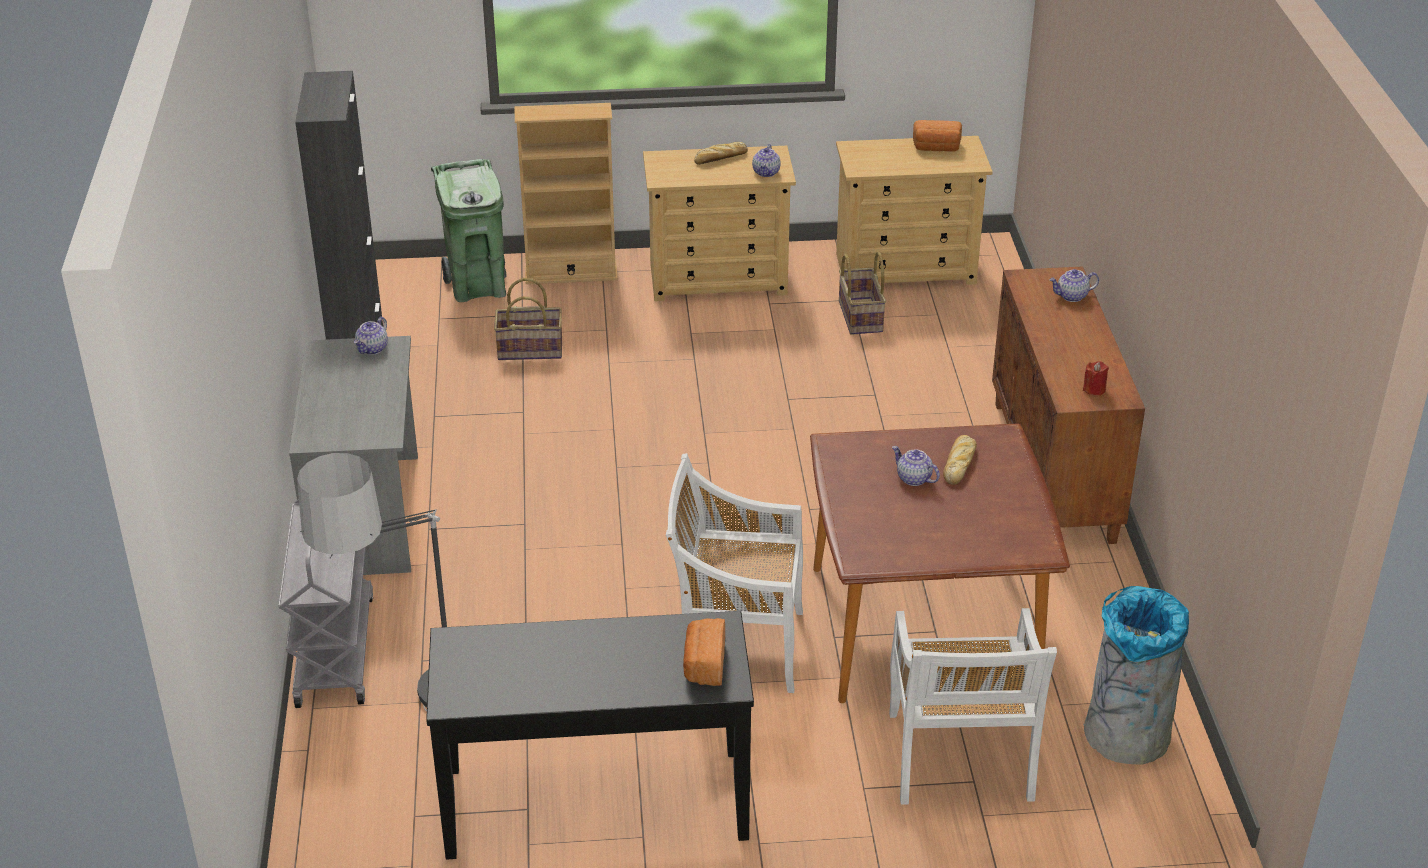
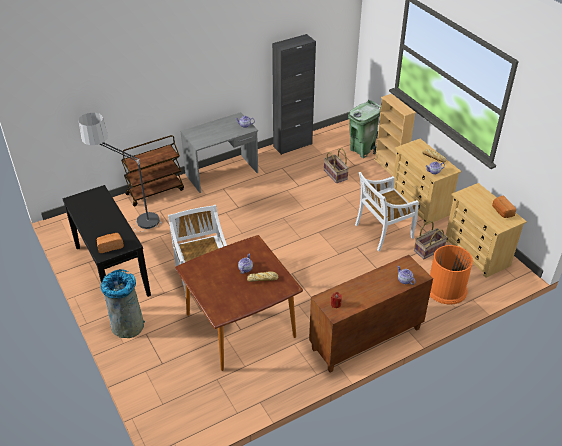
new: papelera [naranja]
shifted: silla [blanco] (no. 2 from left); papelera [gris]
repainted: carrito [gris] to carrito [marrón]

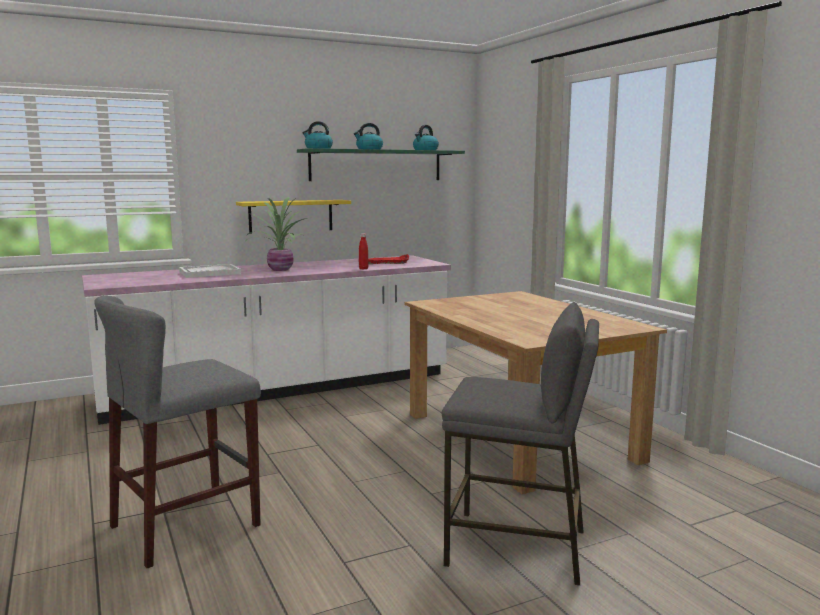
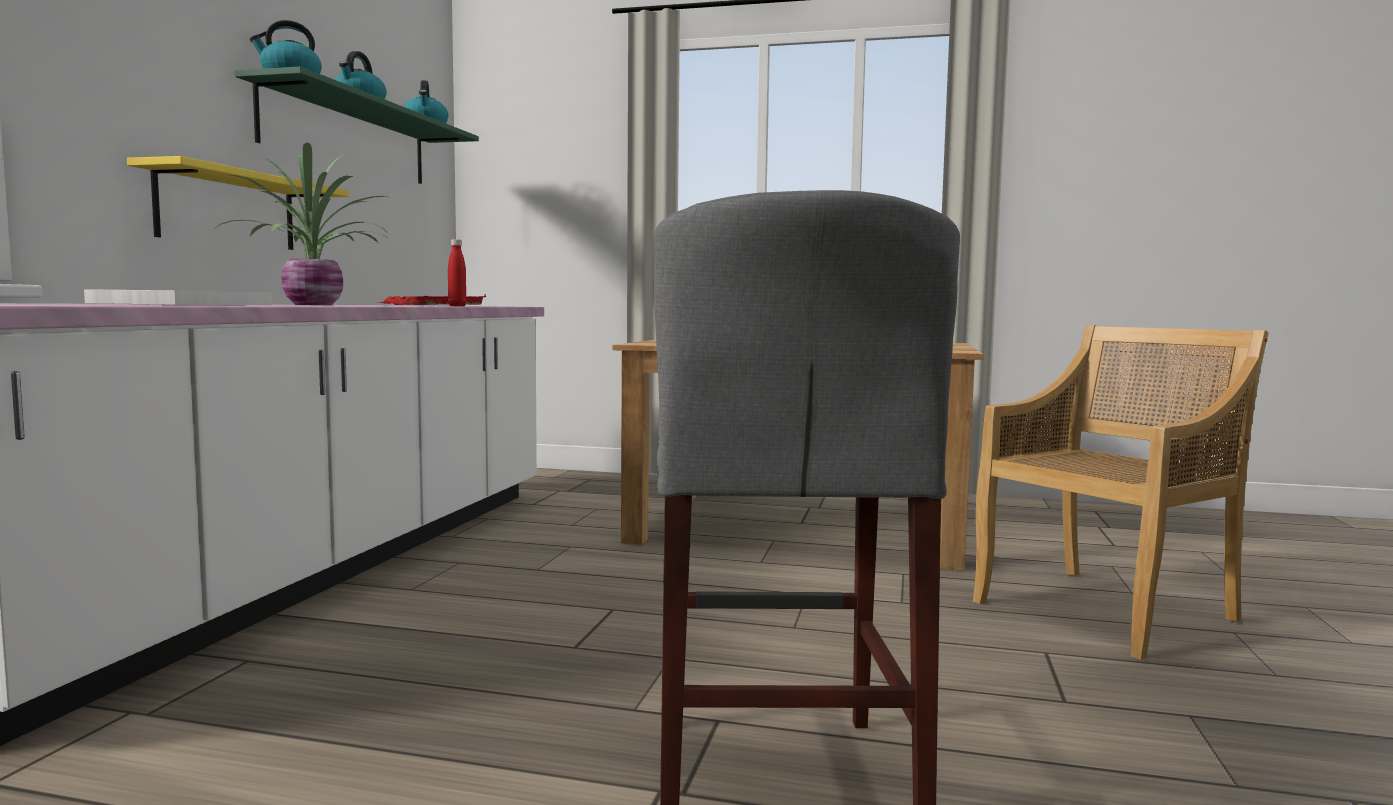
swapped: taburete [gris] (no. 2 from left) to silla [beis]

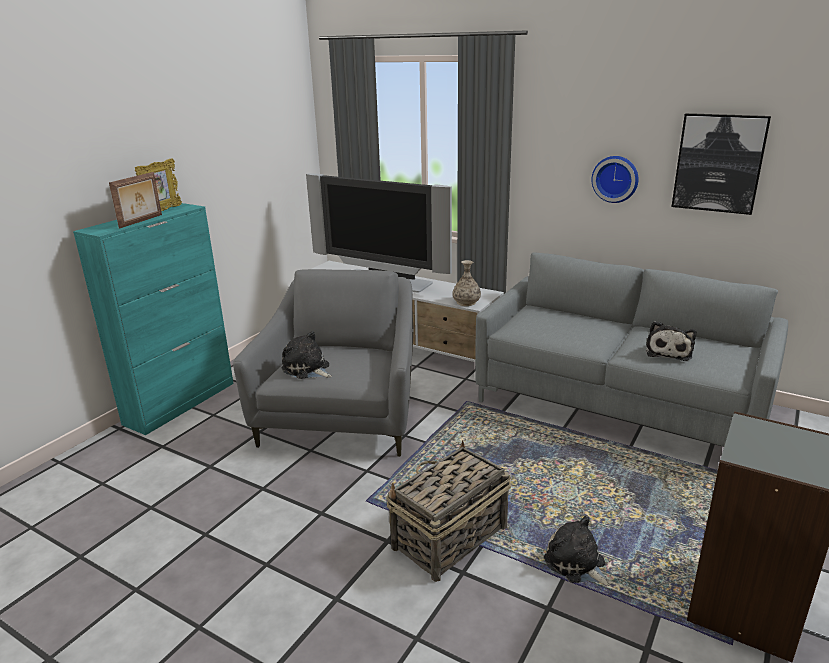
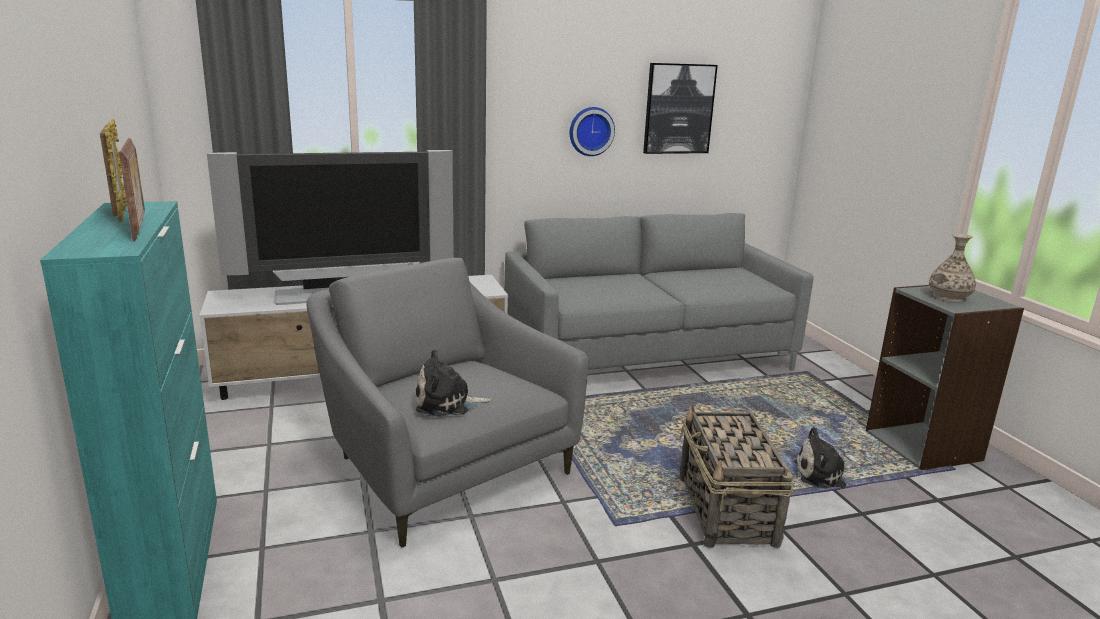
gone: peluche (no. 3 from left)
shifted: florero

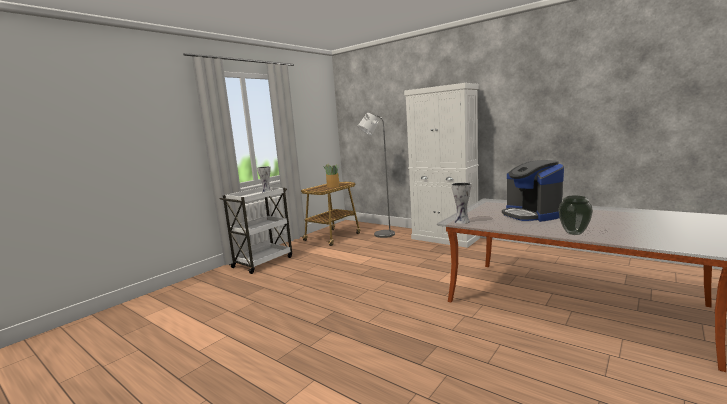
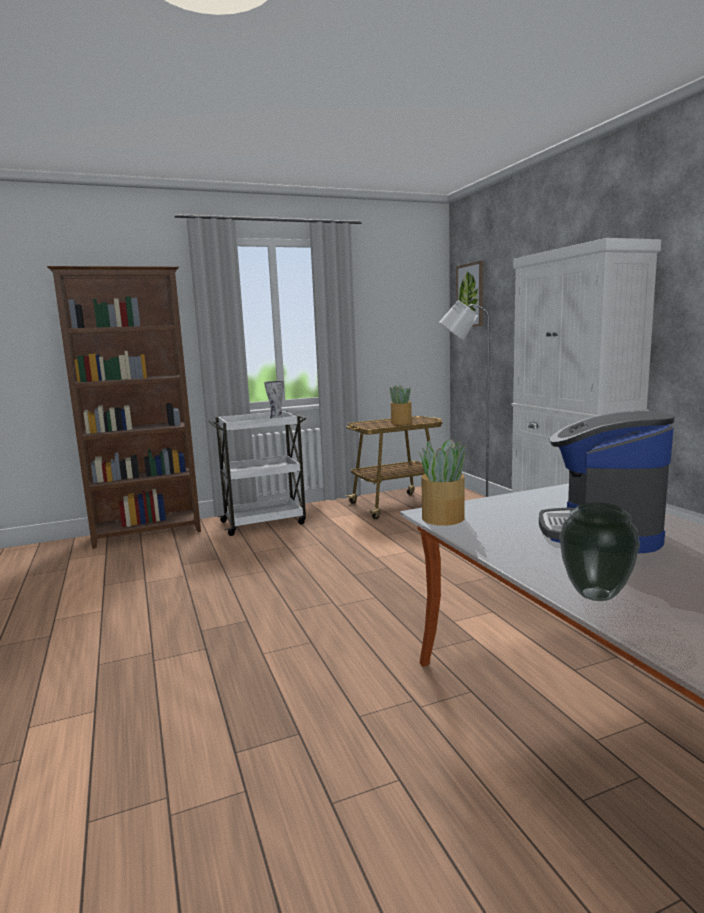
new: estantería [marrón]; cuadro
swapped: florero (no. 2 from left) to planta en maceta (no. 2 from left)

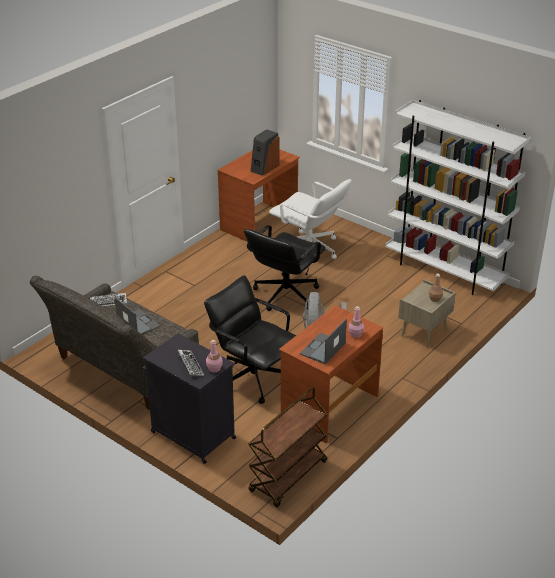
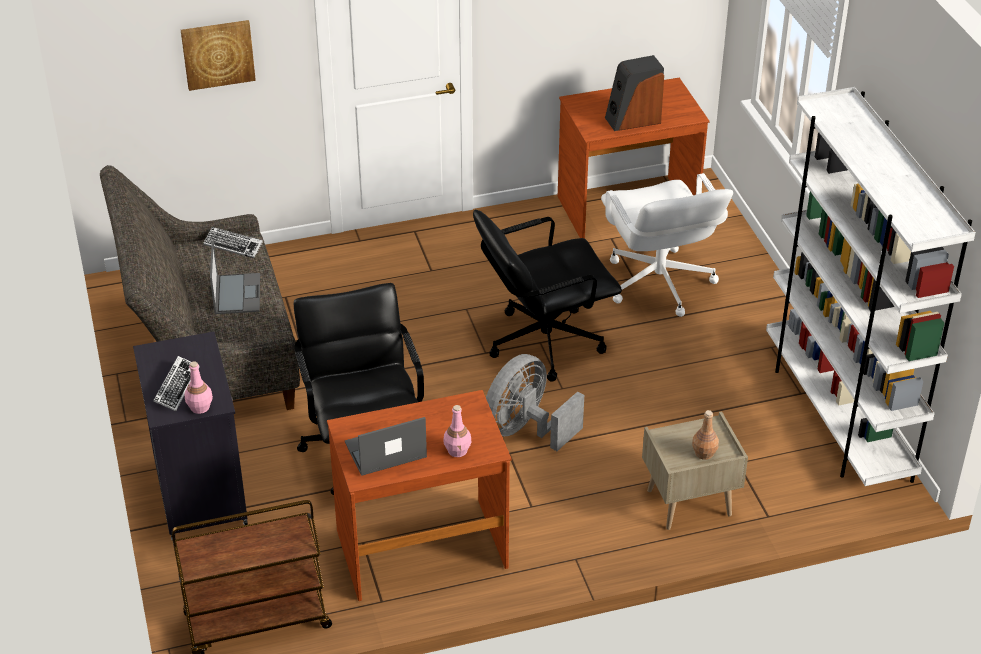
new: cuadro

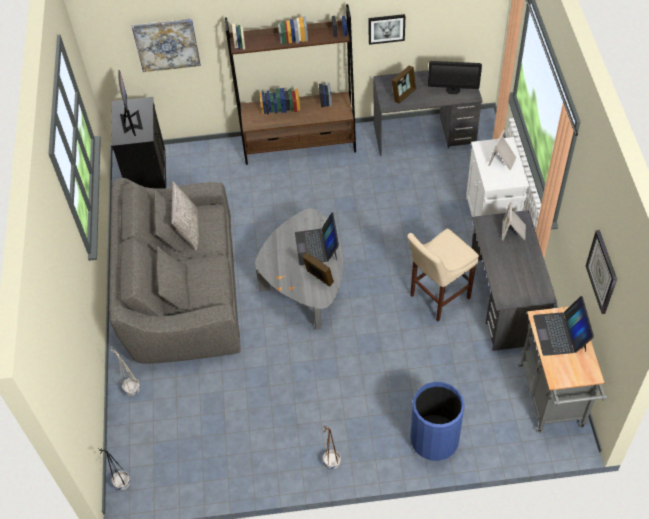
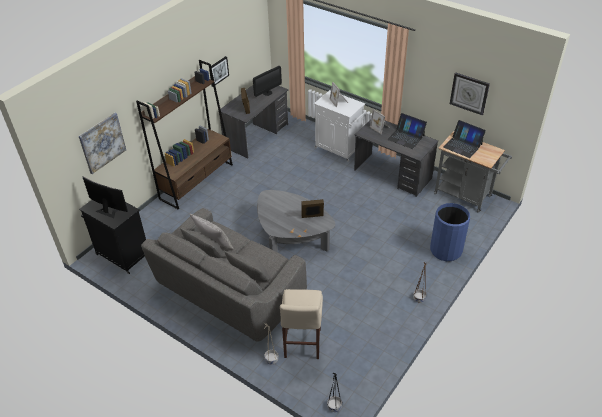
shifted: portátil (no. 1 from left); taburete [beis]

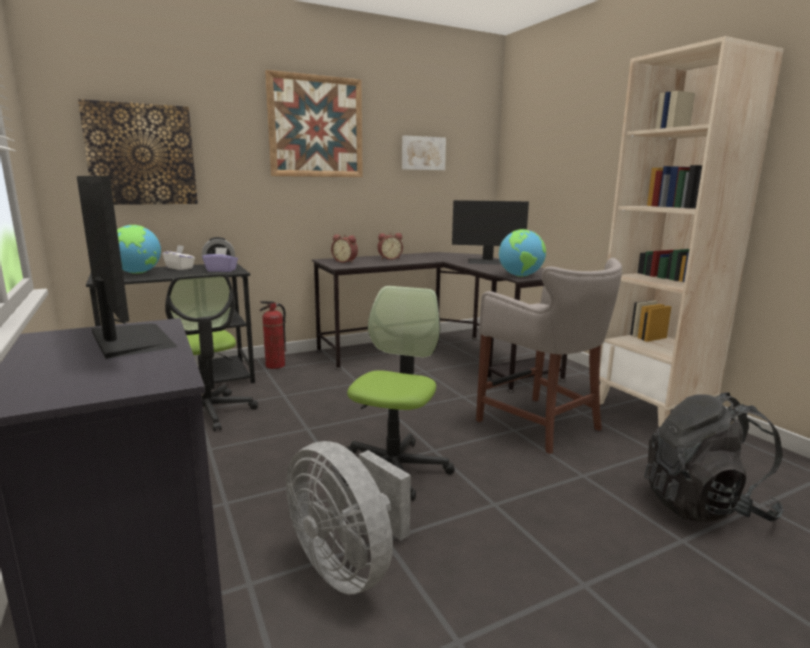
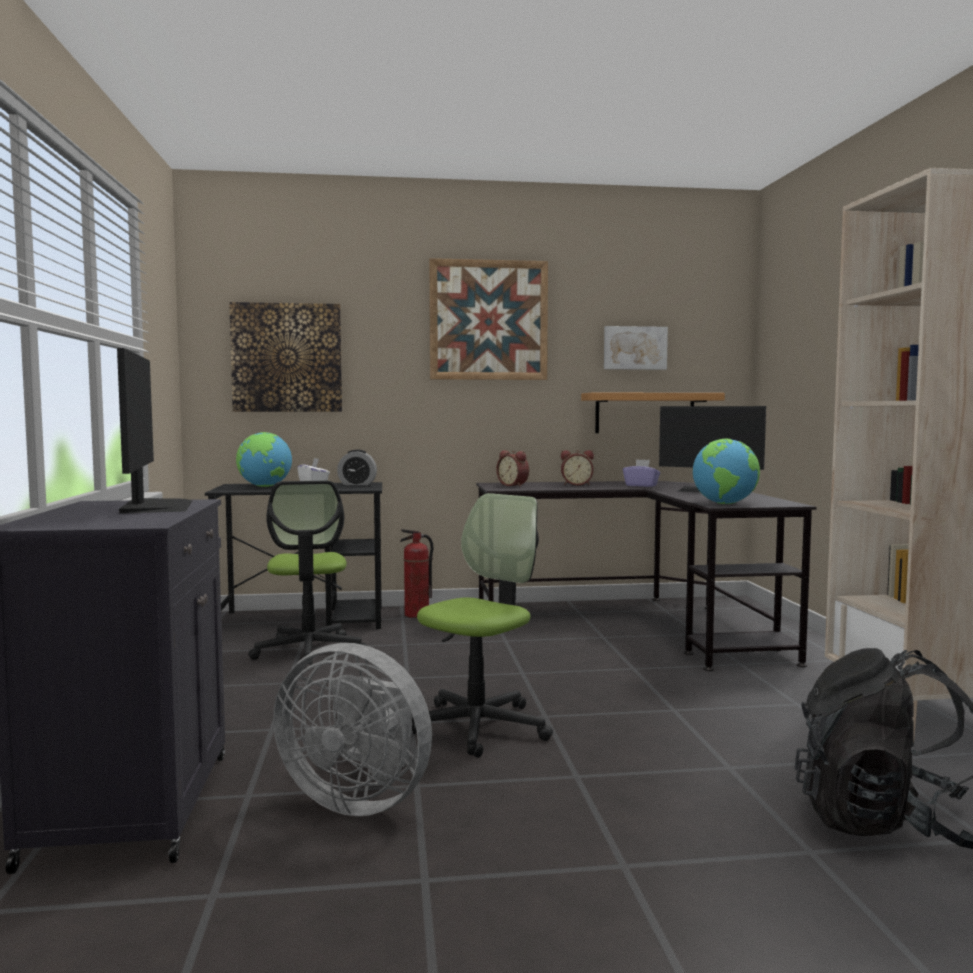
gone: taburete [gris]
new: estante
shifted: caja de pañuelos [morado]
rotated: ventilador [gris] 45 degrees counterclockwise

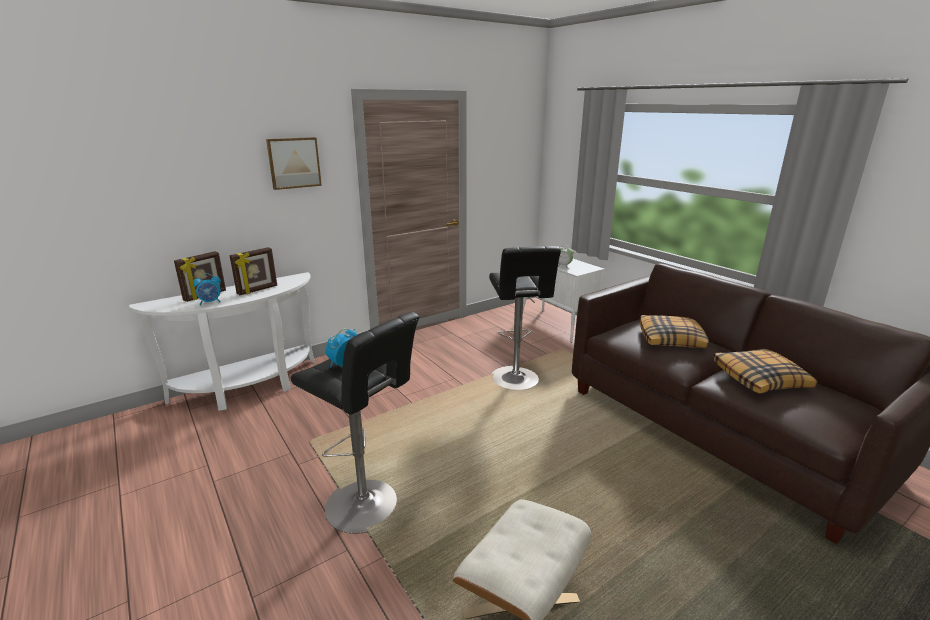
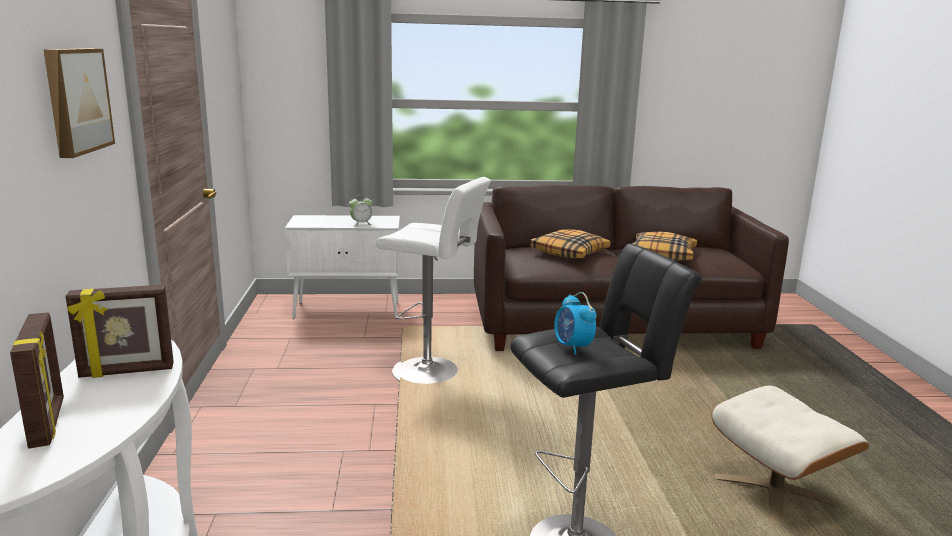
gone: despertador (no. 1 from left)
repainted: taburete [negro] (no. 2 from left) to taburete [blanco]
rotated: portarretratos (no. 2 from left) 90 degrees clockwise

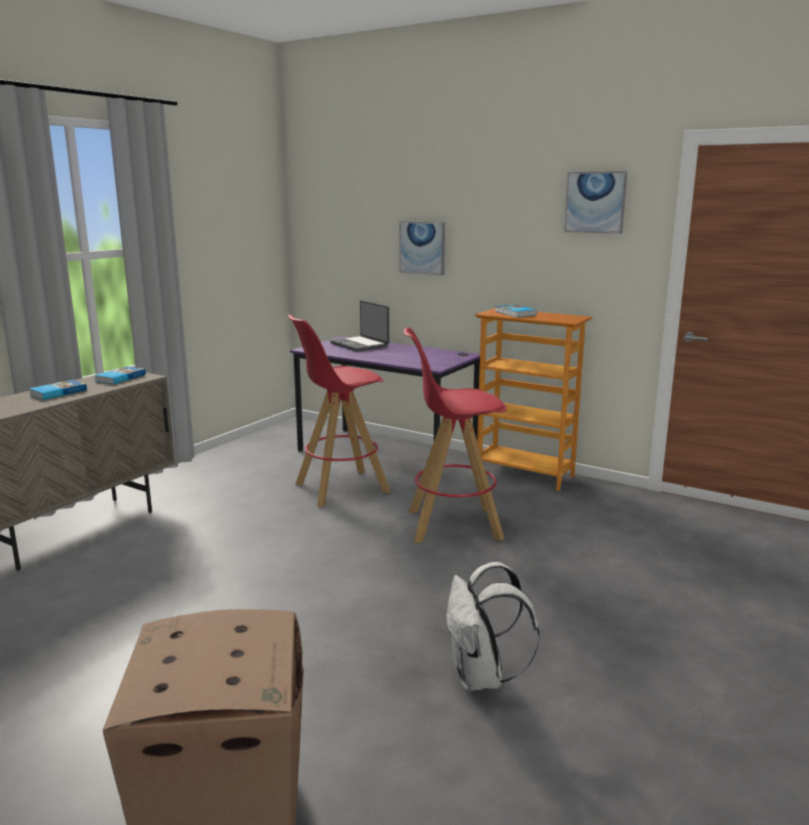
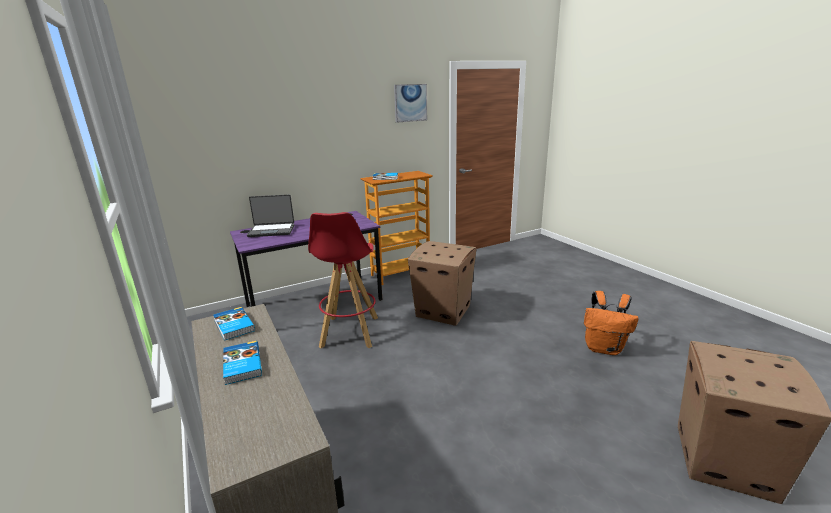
gone: cuadro (no. 1 from left)
swapped: taburete [rojo] (no. 2 from left) to caja de cartón (no. 1 from left)
repainted: mochila [blanco] to mochila [naranja]

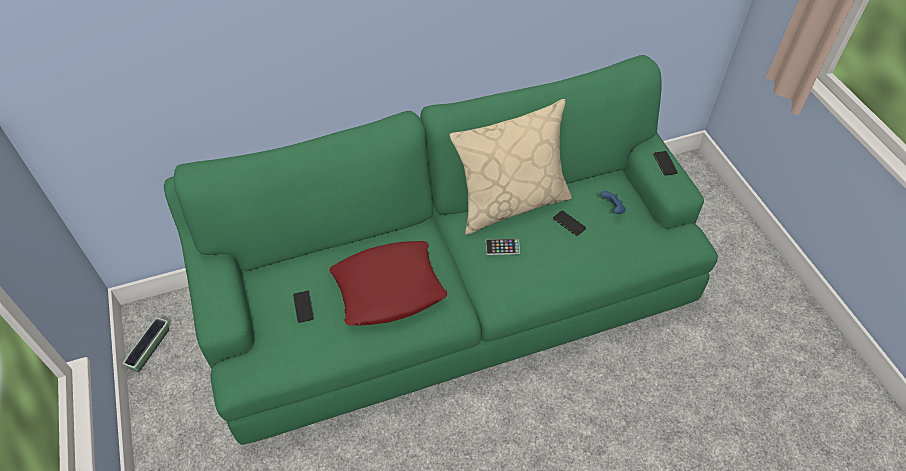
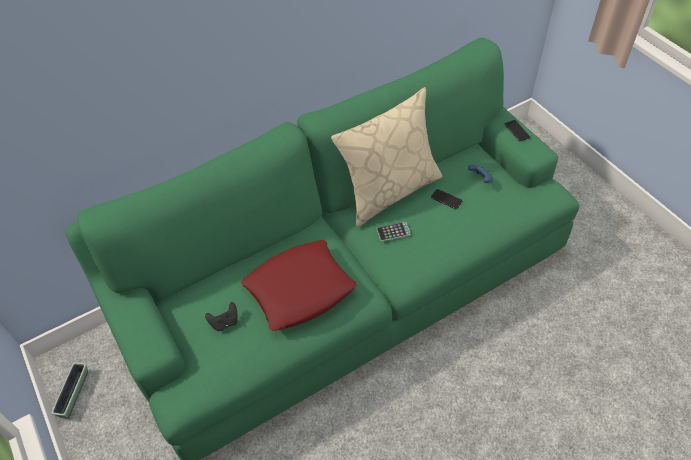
swapped: móvil (no. 1 from left) to mando de consola [negro]

